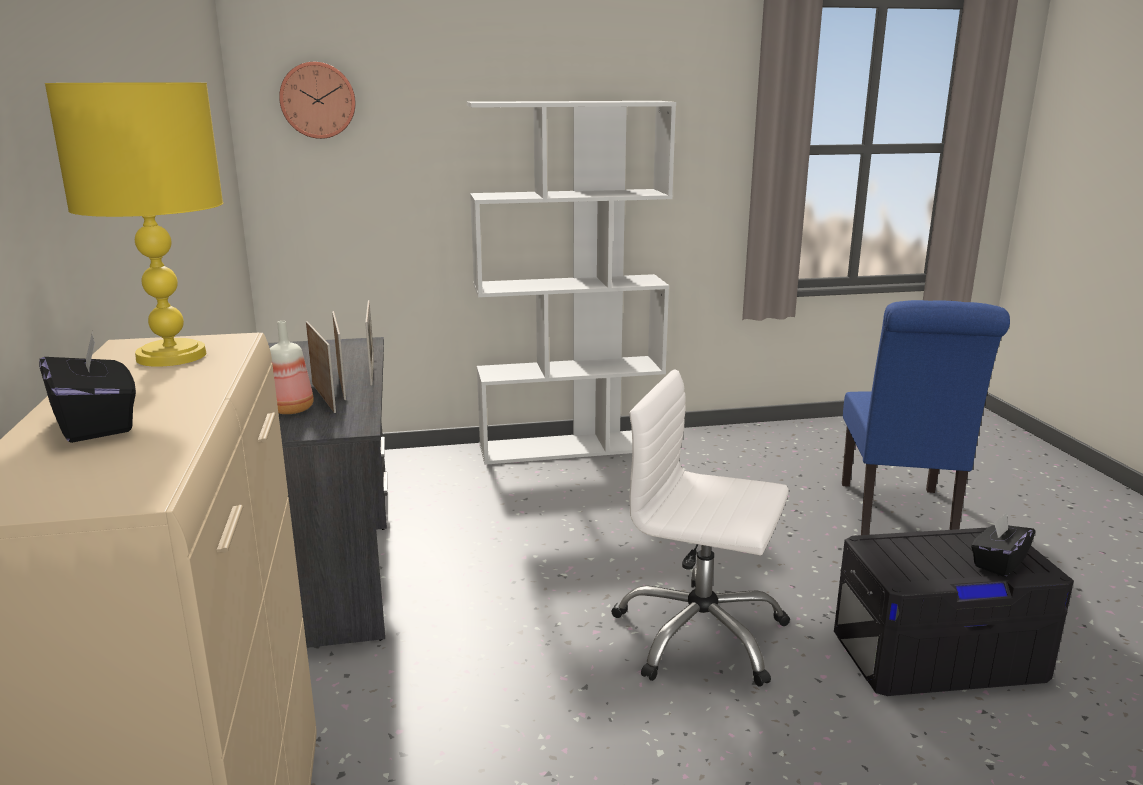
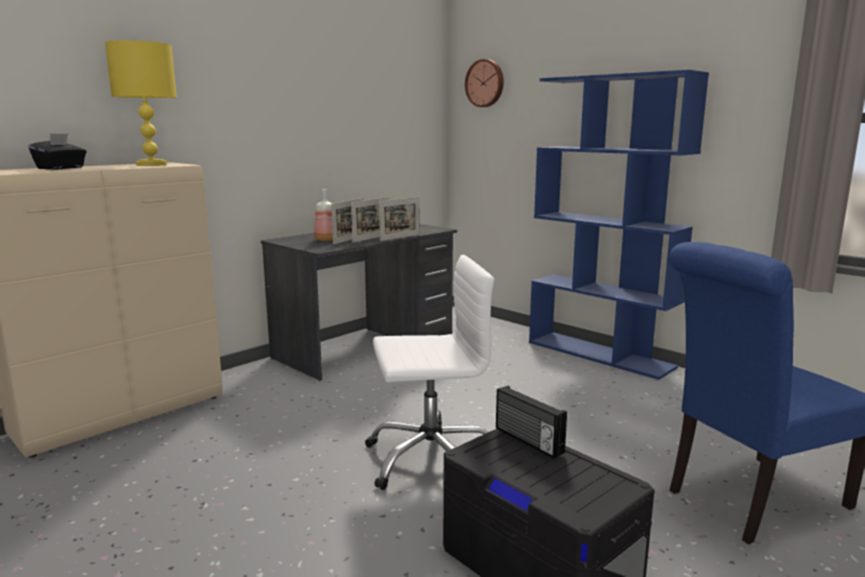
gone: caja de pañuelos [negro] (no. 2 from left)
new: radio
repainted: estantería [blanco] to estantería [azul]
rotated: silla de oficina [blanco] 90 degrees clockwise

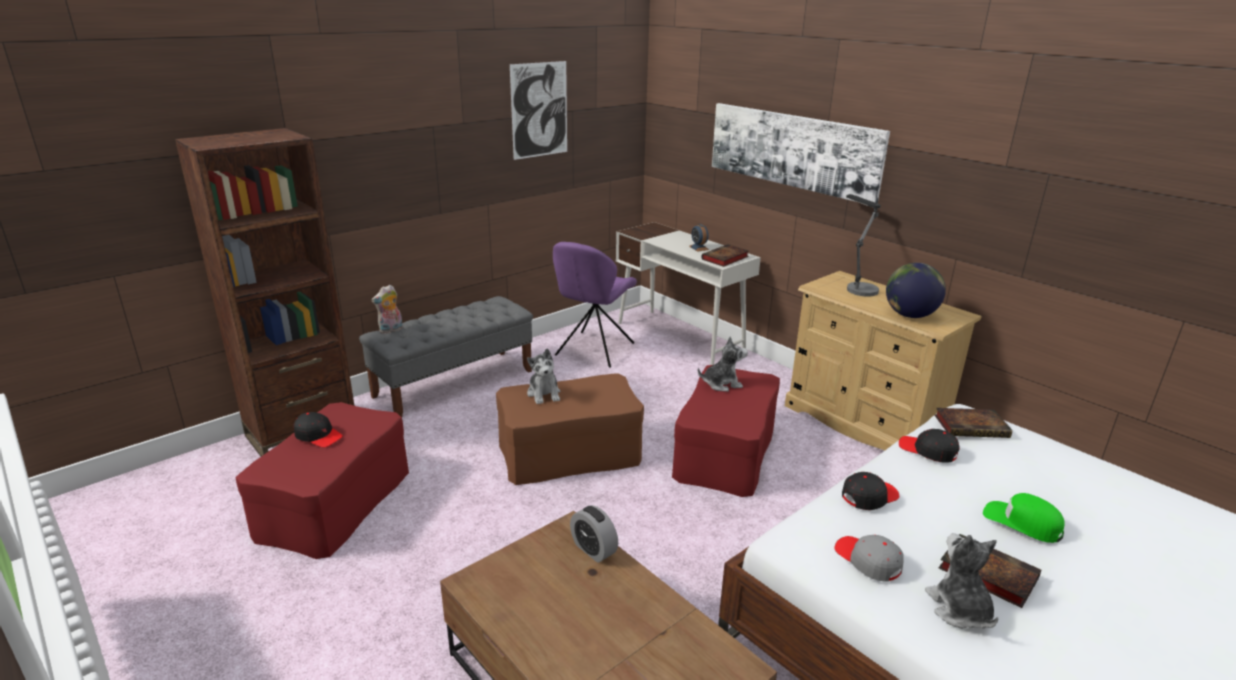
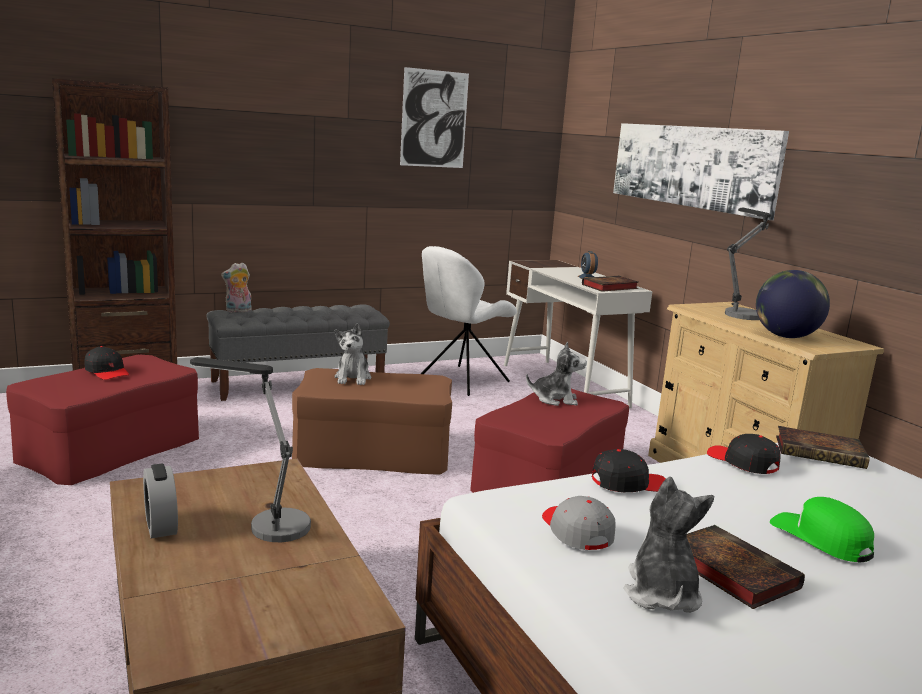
new: lámpara de mesa (no. 1 from left)
shifted: despertador (no. 1 from left)
repainted: silla [morado] to silla [blanco]

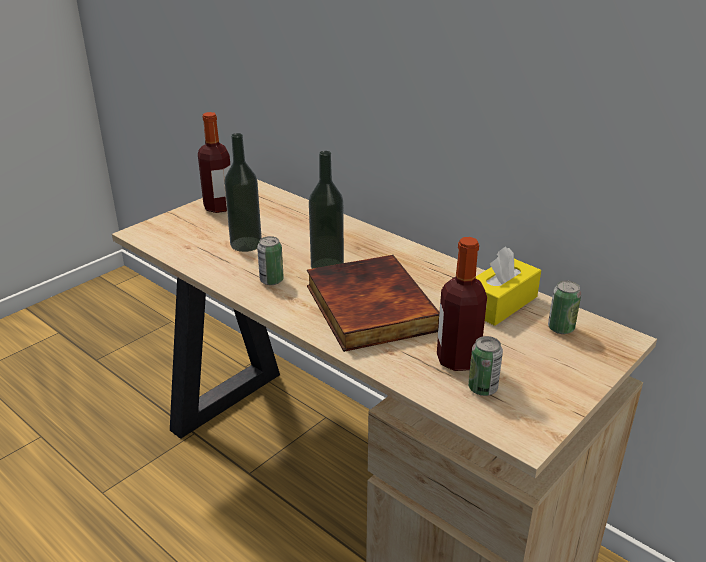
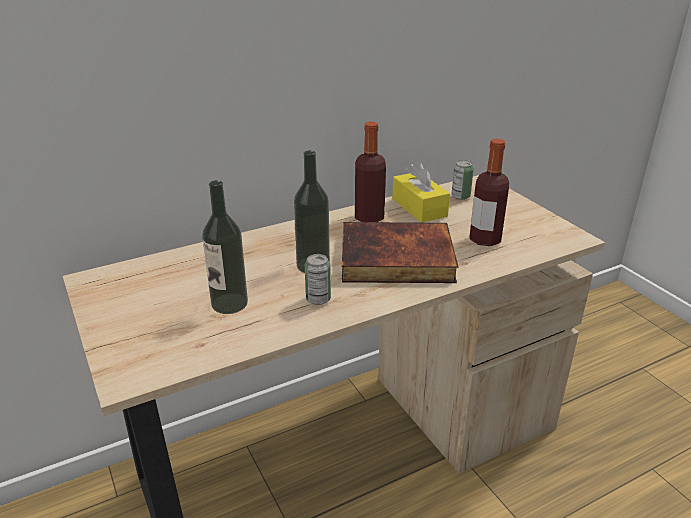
gone: lata (no. 2 from left)
shifted: botella (no. 1 from left in the first image) to botella (no. 3 from left)

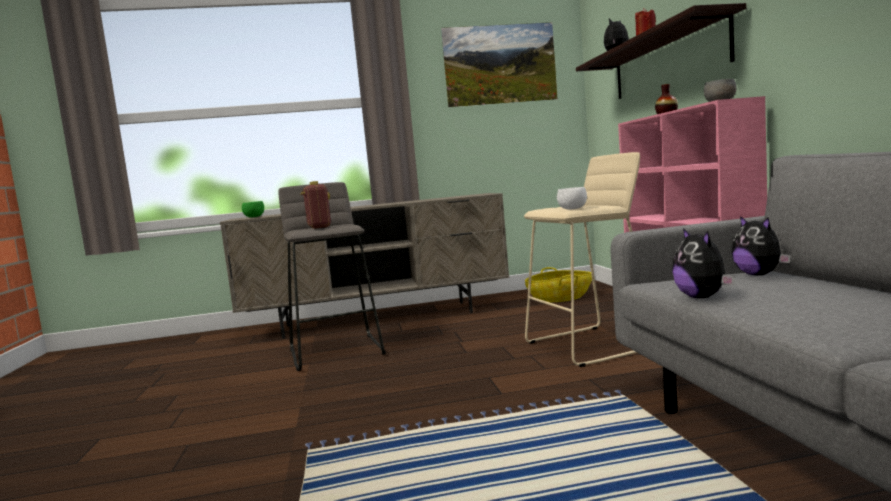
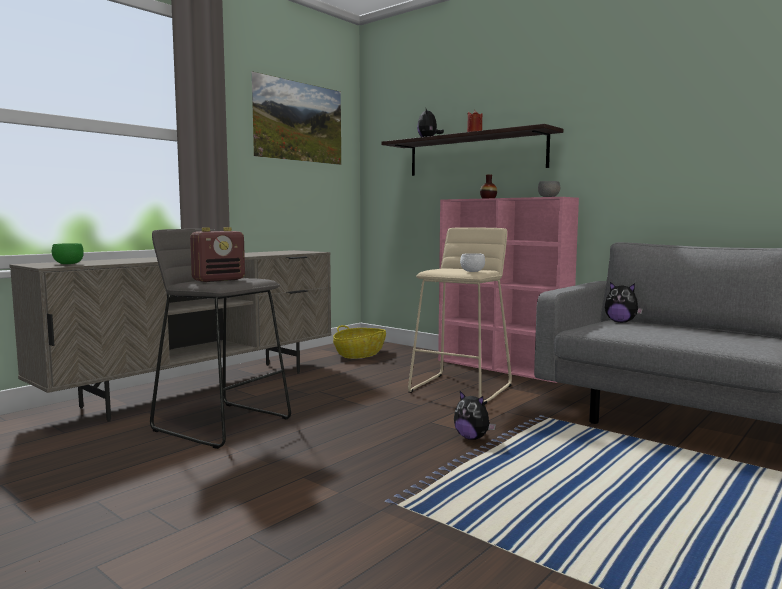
shifted: peluche (no. 2 from left)
rotated: radio 105 degrees clockwise

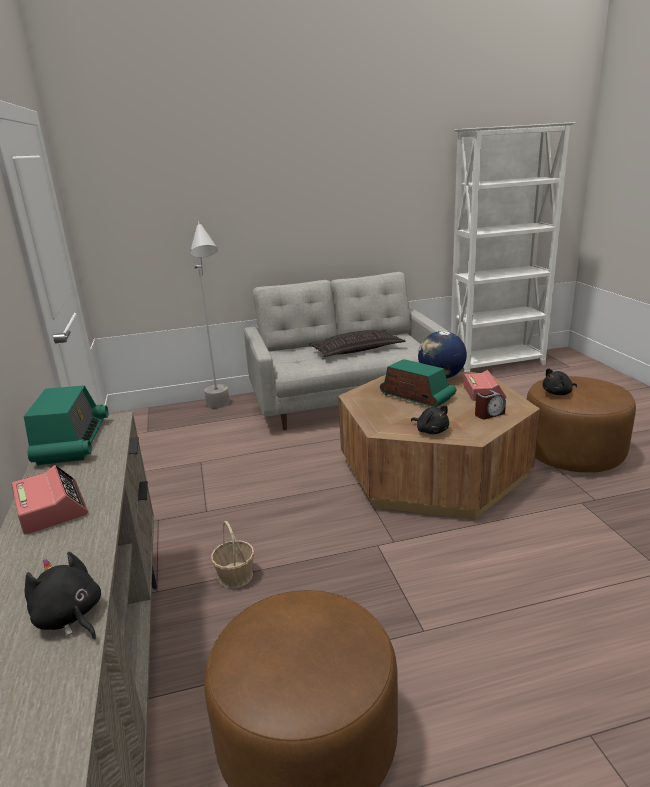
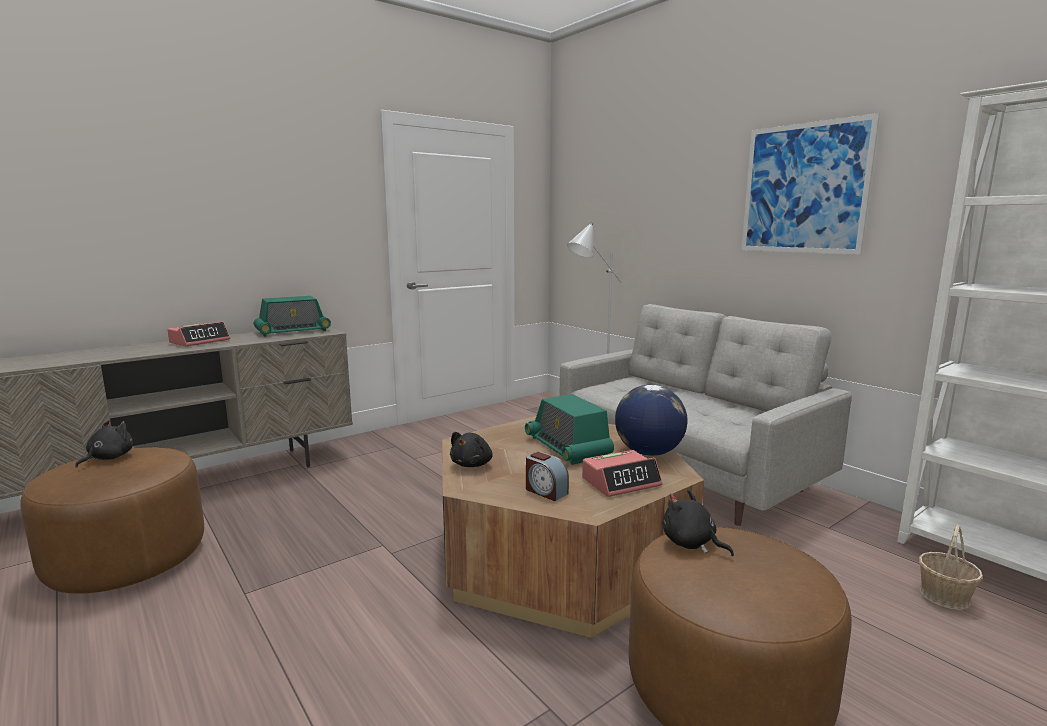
gone: cojín
new: cuadro
shifted: peluche [negro] (no. 1 from left); cesta
rotated: radio (no. 2 from left) 135 degrees clockwise

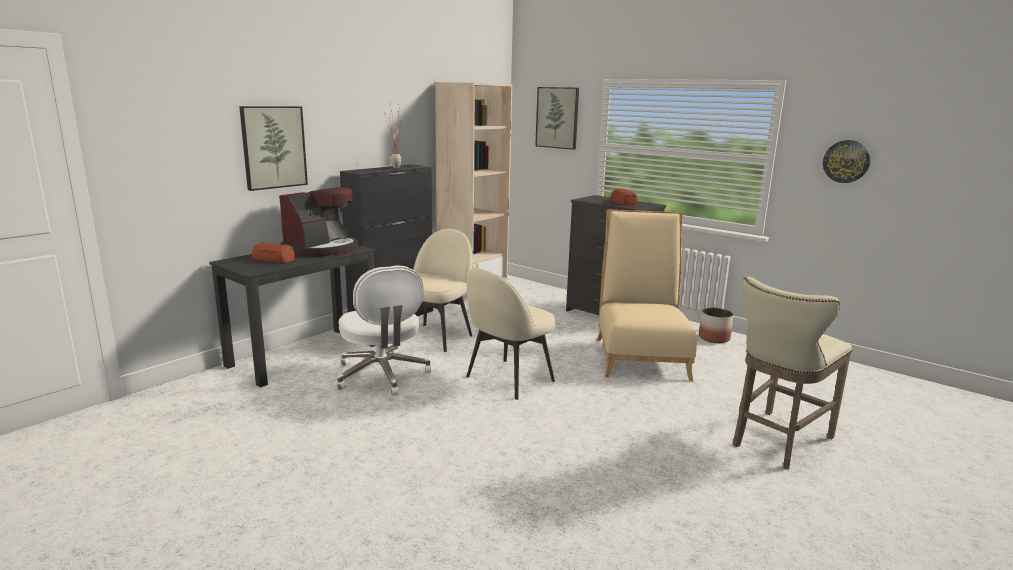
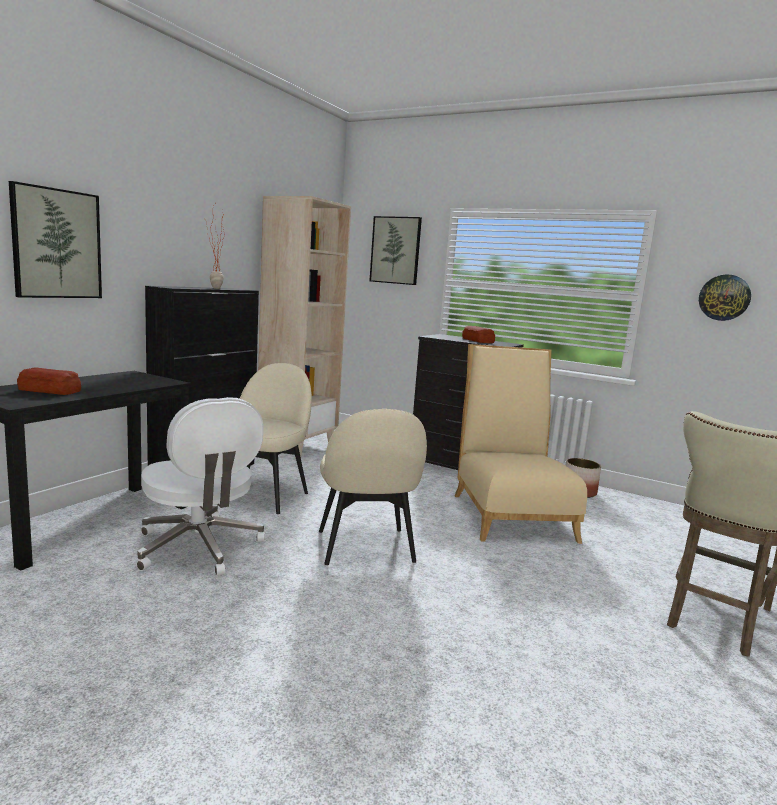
gone: cafetera
rotated: silla [beis] (no. 2 from left) 45 degrees counterclockwise

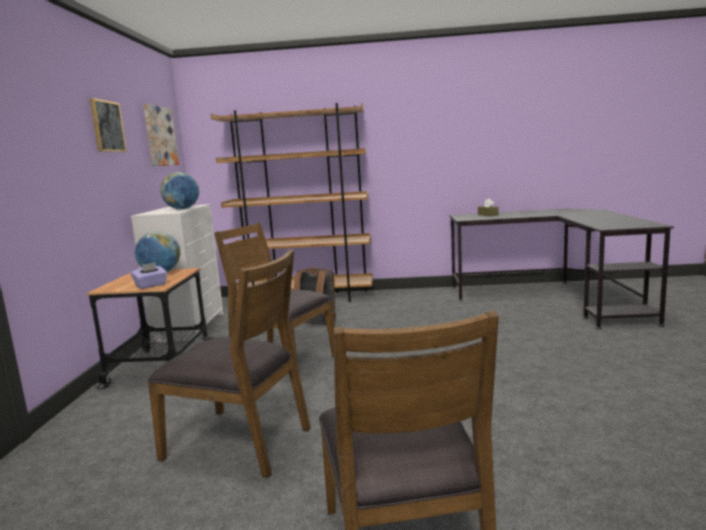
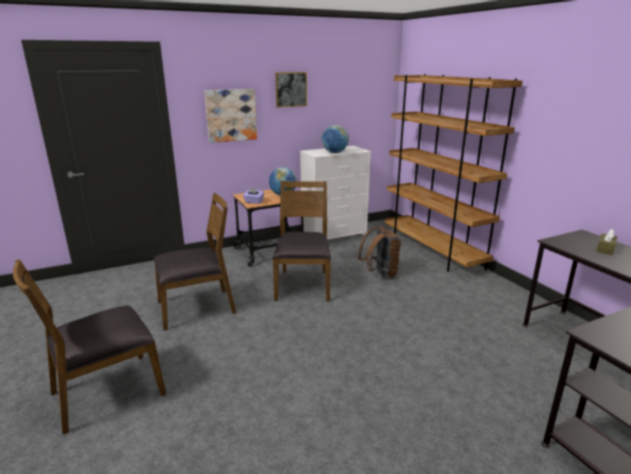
shifted: cuadro (no. 2 from left in the first image) to cuadro (no. 1 from left)
rotated: silla [marrón] (no. 1 from left in the first image) 105 degrees counterclockwise

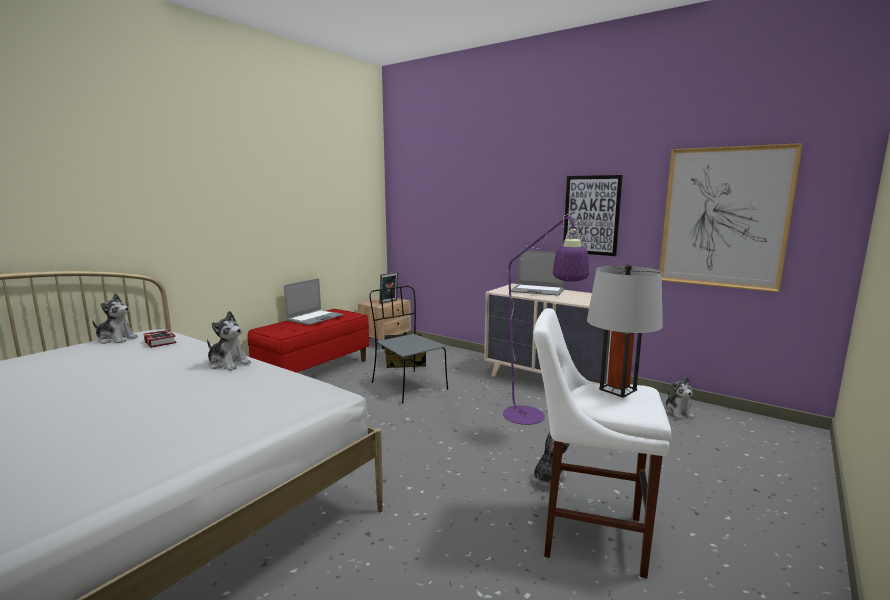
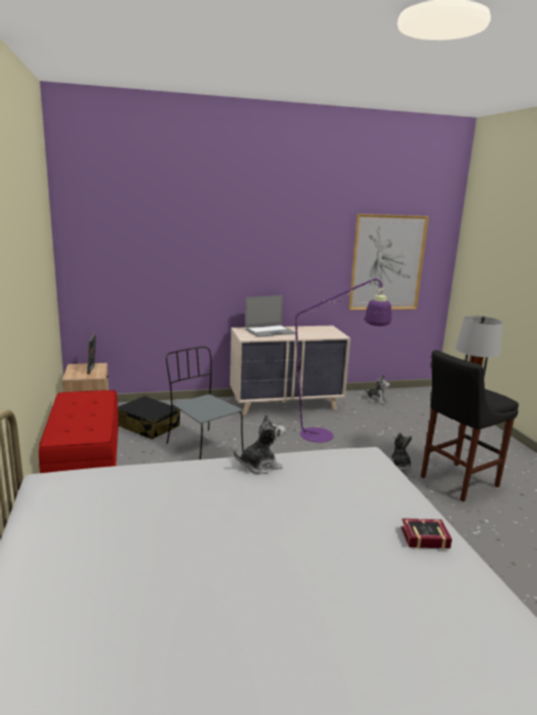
gone: peluche (no. 1 from left); portátil (no. 1 from left); cuadro (no. 1 from left)
shifted: libro
repainted: taburete [blanco] to taburete [negro]
rotated: silla [gris] 45 degrees clockwise

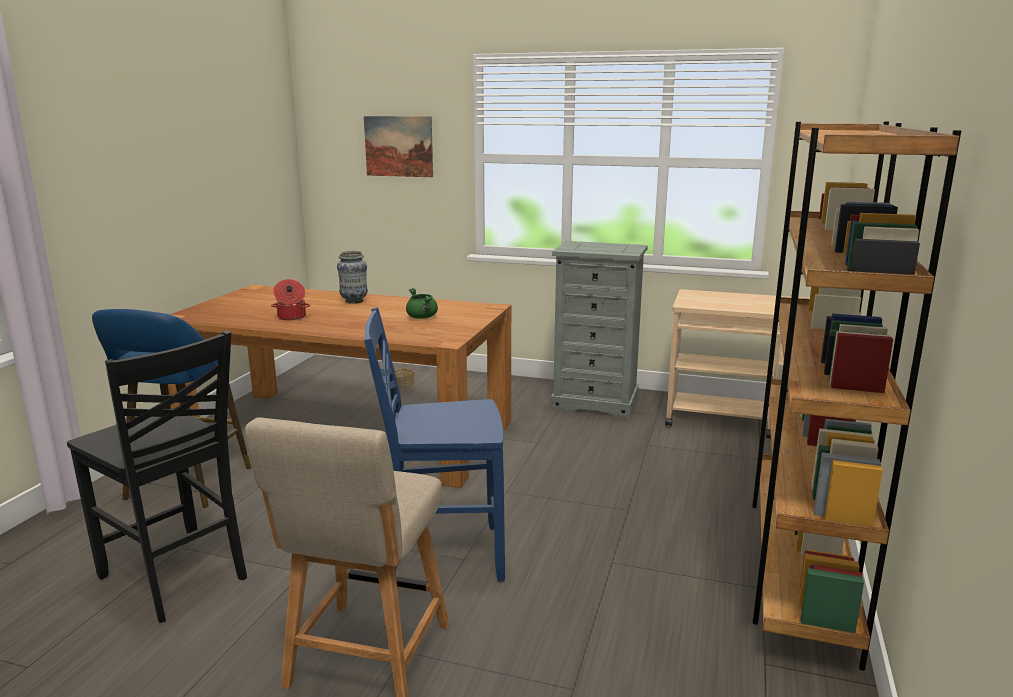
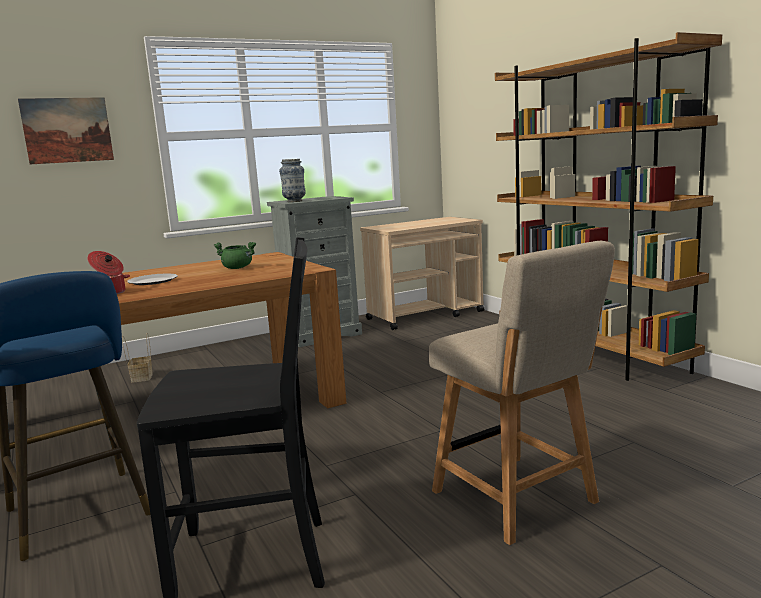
gone: silla [azul]
new: plato
shifted: florero

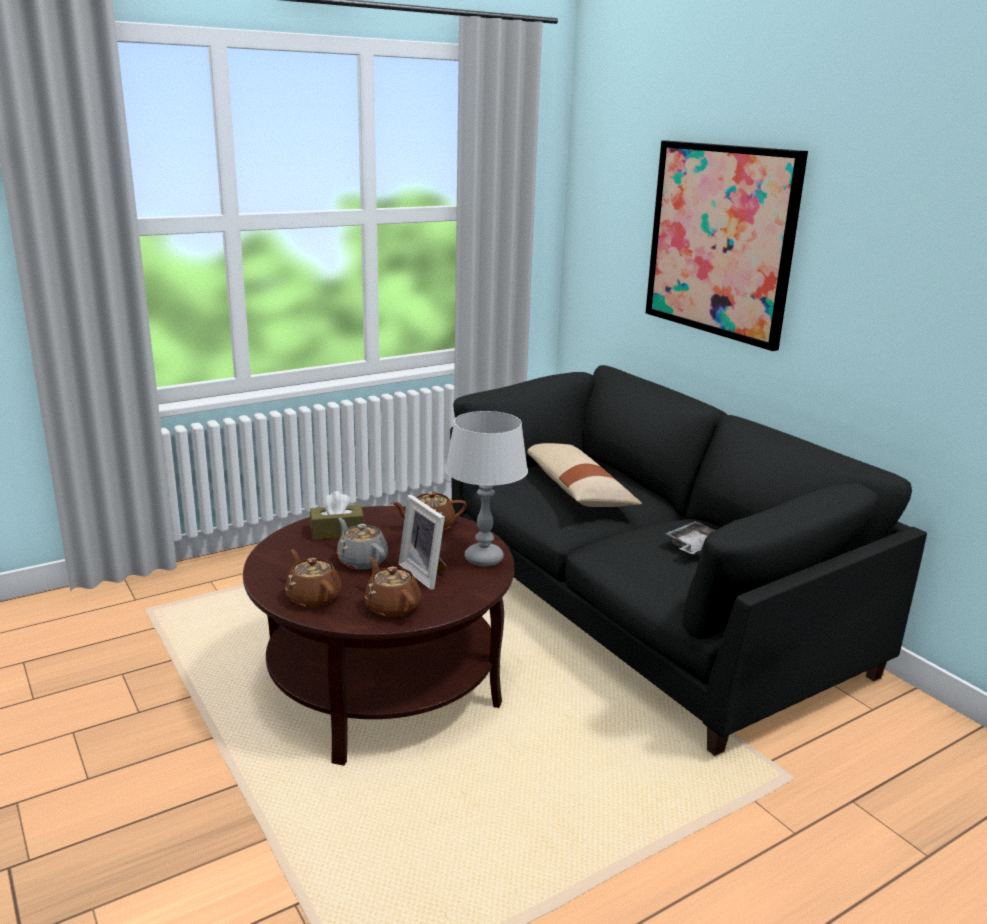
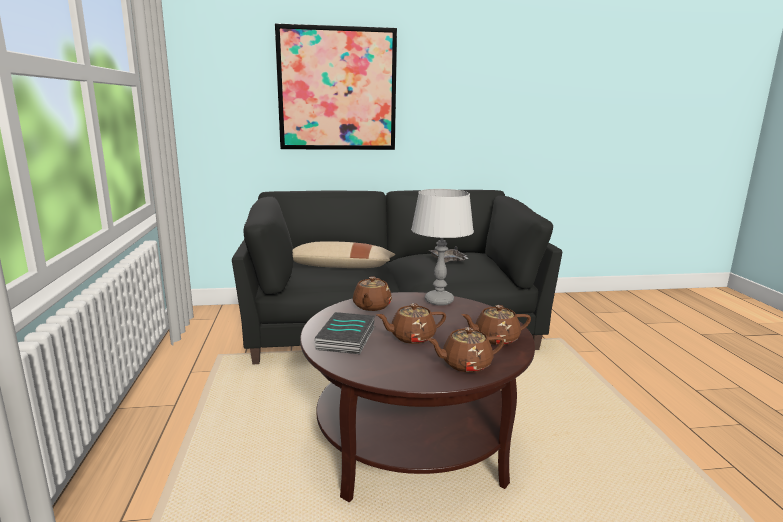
gone: portarretratos
swapped: caja de pañuelos [marrón] to libro
repainted: tetera [gris] to tetera [marrón] (no. 2 from left)

